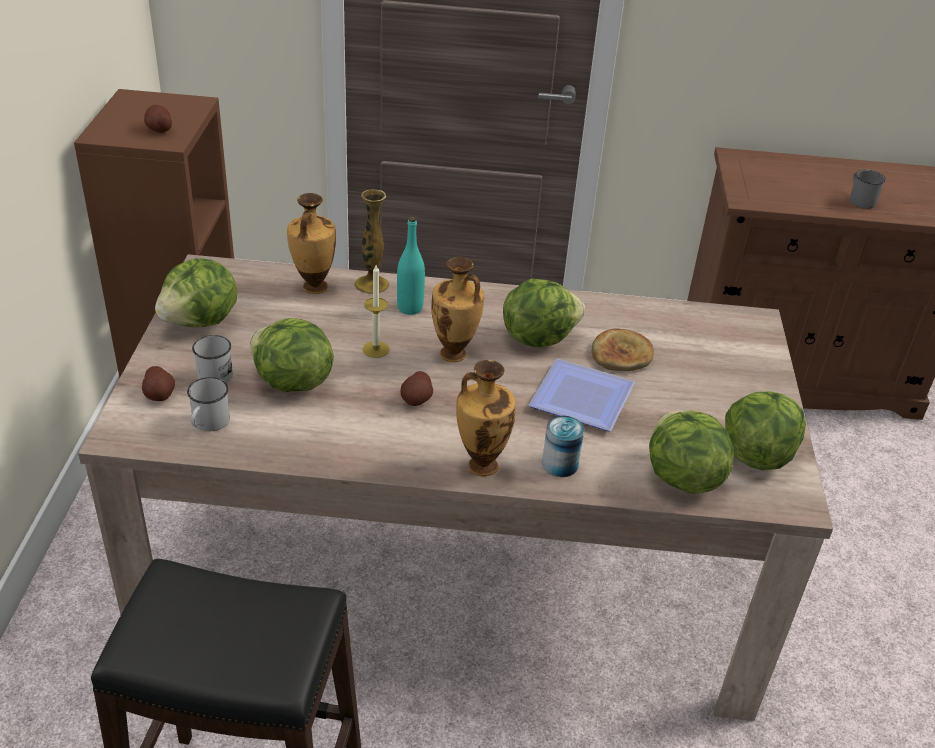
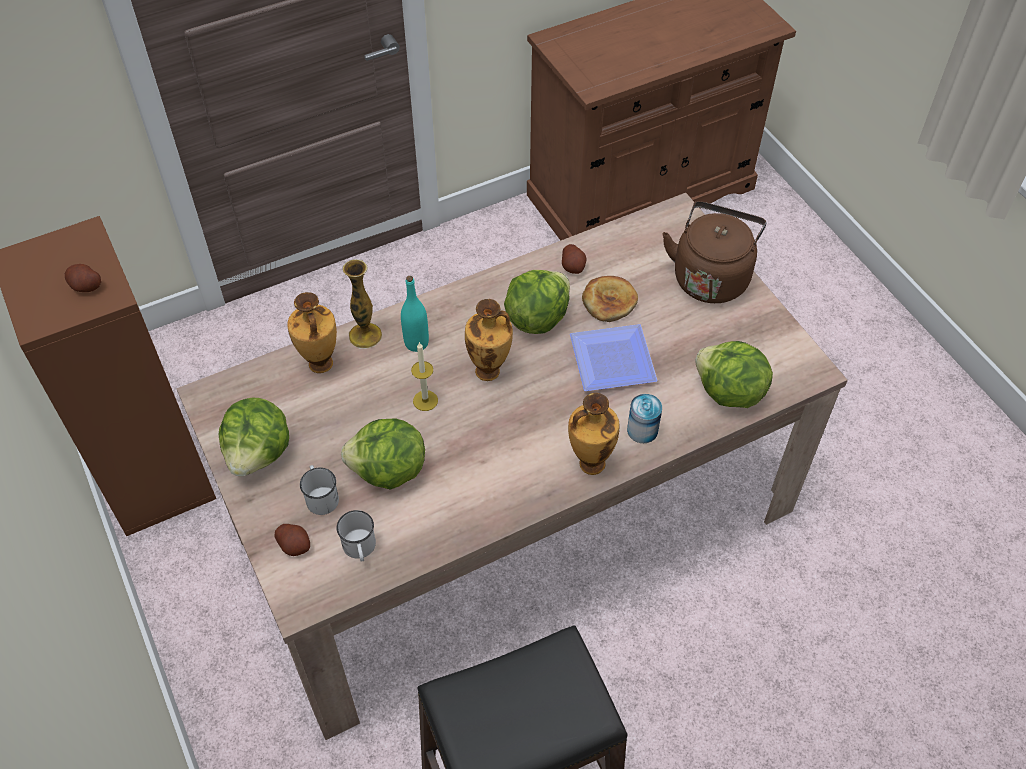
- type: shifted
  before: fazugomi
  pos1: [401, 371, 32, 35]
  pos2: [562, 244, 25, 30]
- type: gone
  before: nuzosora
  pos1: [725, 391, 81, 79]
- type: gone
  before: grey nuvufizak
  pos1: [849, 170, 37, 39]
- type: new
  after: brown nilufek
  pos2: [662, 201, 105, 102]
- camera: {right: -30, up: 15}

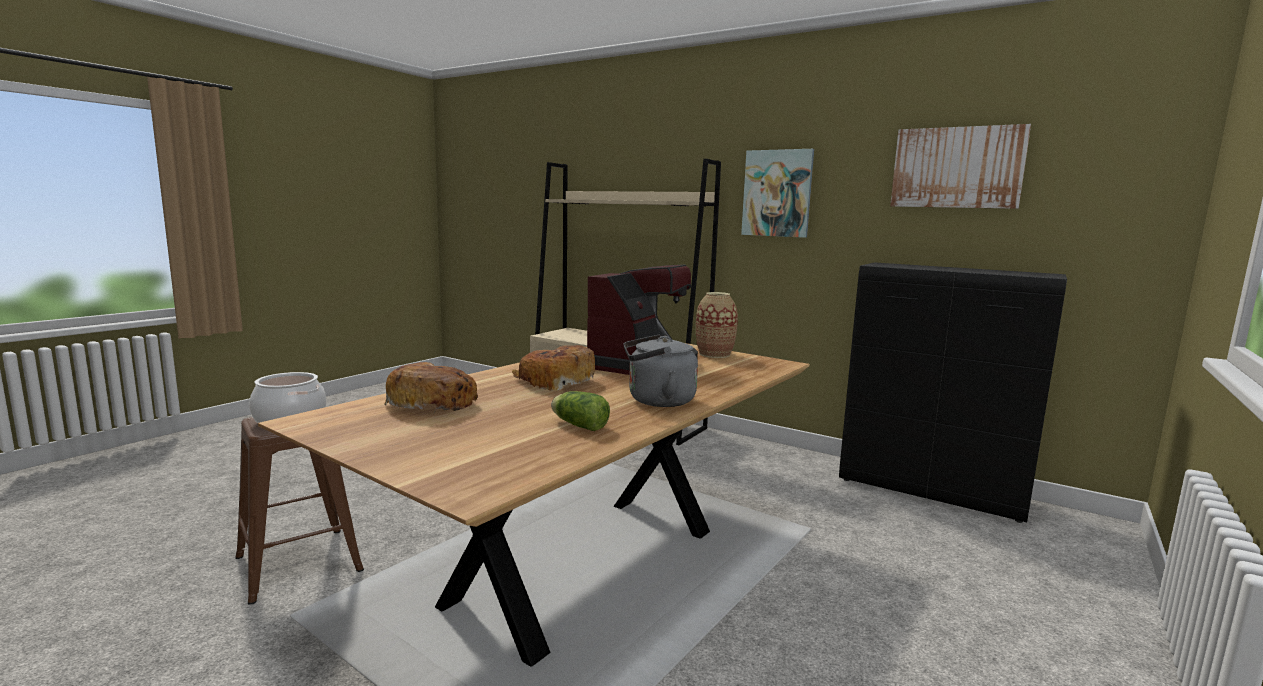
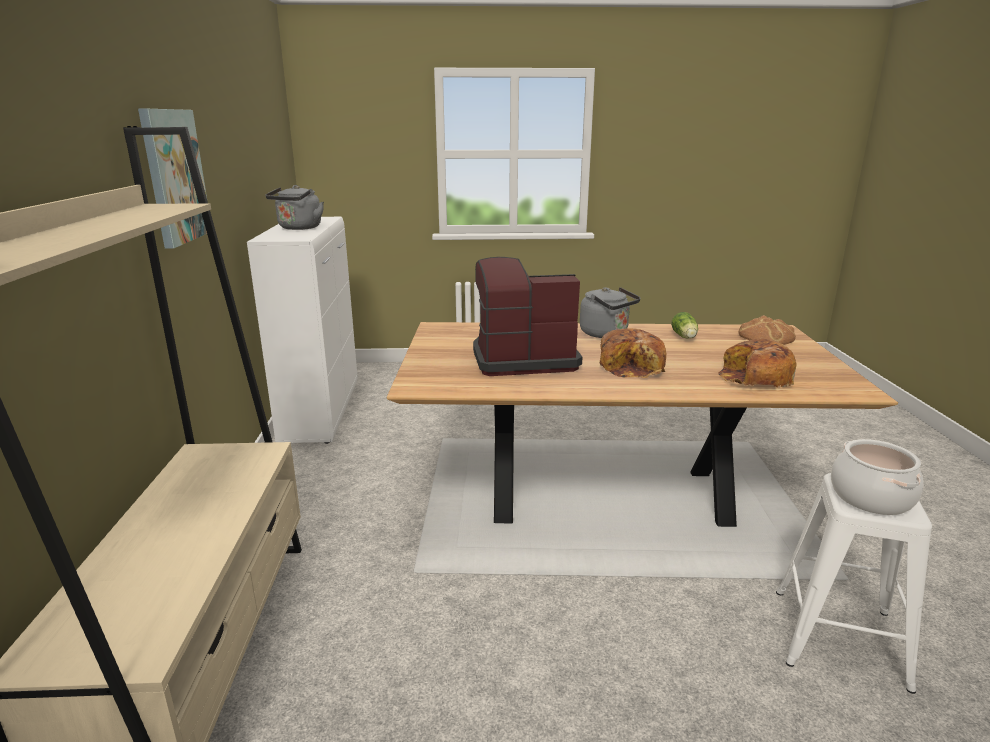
- type: repainted
  before: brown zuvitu
  after: white zuvitu
  pos1: [235, 417, 129, 188]
  pos2: [776, 473, 156, 221]
- type: gone
  before: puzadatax
  pos1: [696, 292, 42, 66]
- type: repainted
  before: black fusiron
  after: white fusiron
  pos1: [839, 262, 228, 261]
  pos2: [247, 217, 110, 227]
- type: gone
  before: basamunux
  pos1: [890, 124, 141, 85]
- type: new
  after: grey nilufek
  pos2: [266, 185, 58, 45]
- type: new
  after: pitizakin
  pos2: [739, 315, 57, 30]
- camera: {right: -125, up: 10}

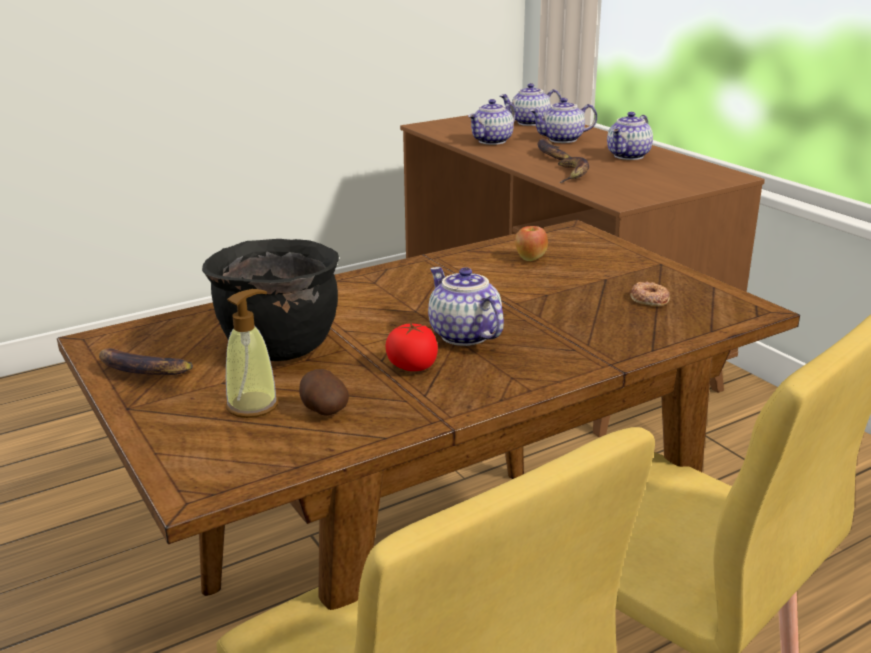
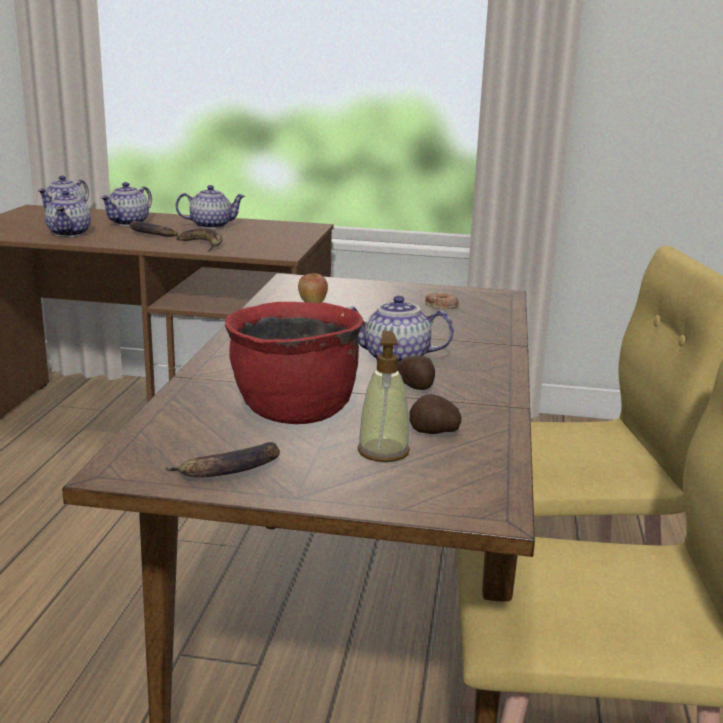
- type: repainted
  before: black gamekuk
  after: red gamekuk
  pos1: [202, 239, 137, 122]
  pos2: [225, 302, 138, 122]
- type: swapped
  before: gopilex
  after: fazugomi
  pos1: [385, 323, 53, 48]
  pos2: [397, 355, 38, 35]
- type: rotated
  before: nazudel
  pos1: [607, 112, 46, 48]
  pos2: [175, 185, 70, 44]
  turn: -90
- camera: {right: -50, up: -5}

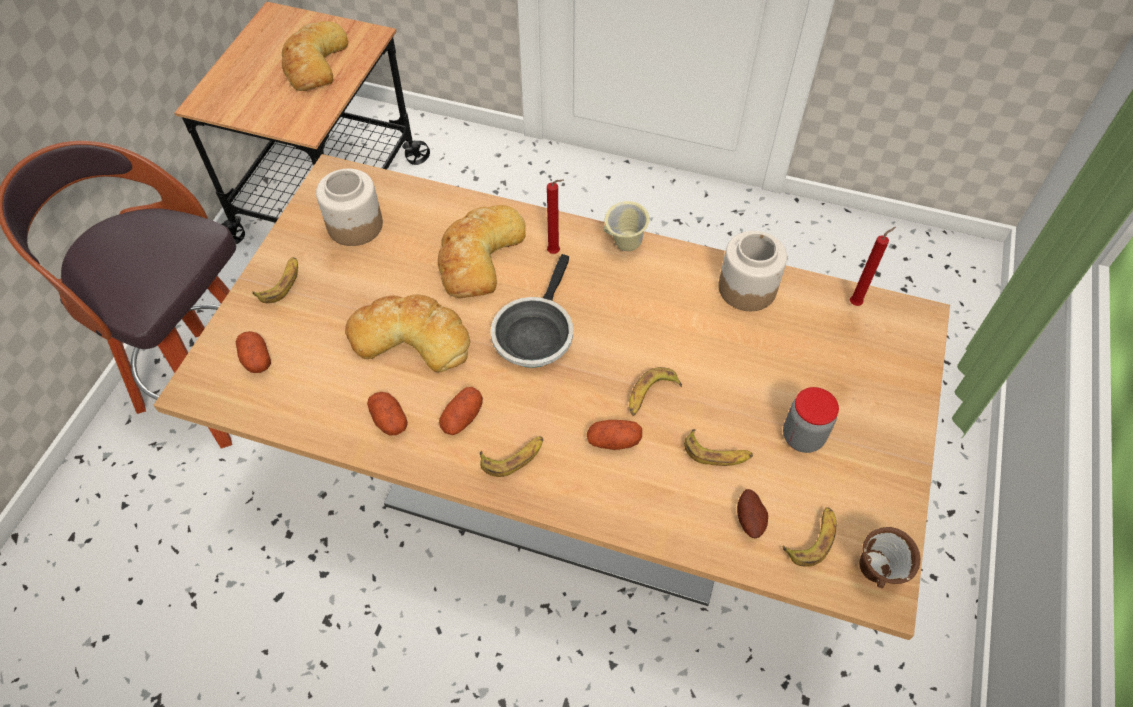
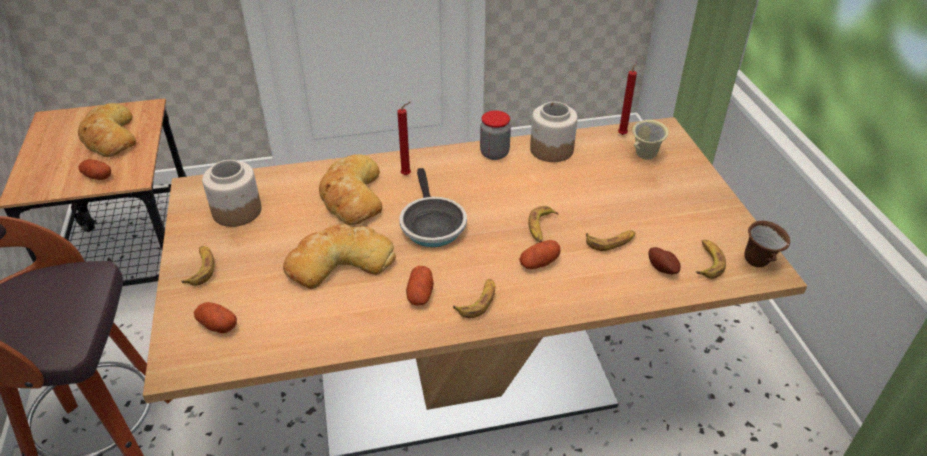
- type: shifted
  before: fazugomi
  pos1: [367, 392, 41, 44]
  pos2: [78, 159, 33, 21]
- type: shifted
  before: beige nuvufizak
  pos1: [604, 201, 46, 50]
  pos2: [633, 120, 36, 40]
- type: shifted
  before: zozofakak
  pos1: [783, 387, 56, 66]
  pos2: [480, 111, 31, 49]
- camera: {right: -30, up: -15}

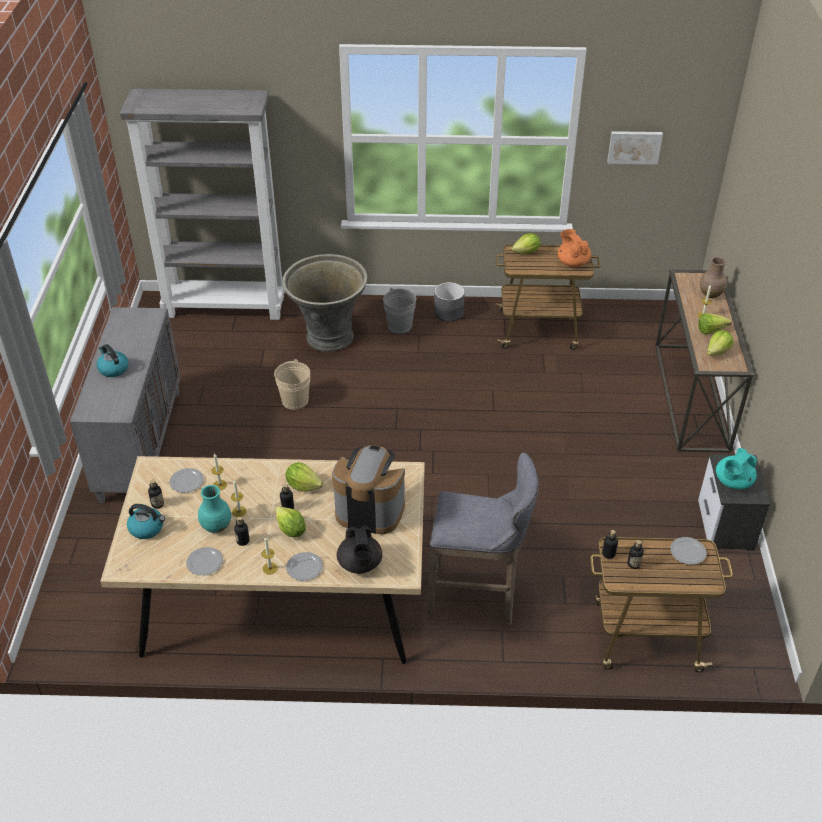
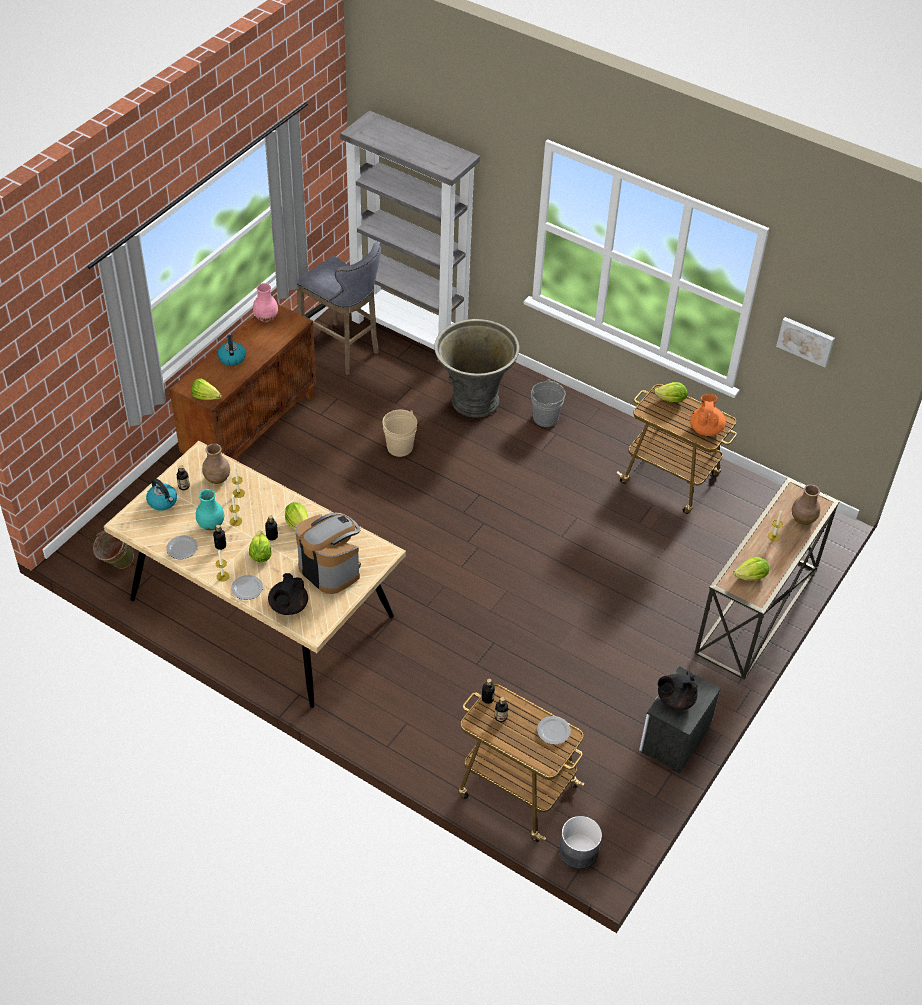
- type: repainted
  before: grey fusiron
  after: brown fusiron
  pos1: [70, 307, 111, 196]
  pos2: [170, 304, 146, 156]
- type: swapped
  before: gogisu
  after: brown puzadatax
  pos1: [169, 468, 35, 25]
  pos2: [202, 443, 28, 41]
- type: shifted
  before: grey zuvitu
  pos1: [427, 453, 112, 173]
  pos2: [297, 242, 84, 133]
- type: shifted
  before: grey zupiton
  pos1: [434, 282, 31, 40]
  pos2: [559, 816, 43, 53]
- type: shifted
  before: nuzosora
  pos1: [698, 314, 34, 20]
  pos2: [191, 378, 31, 22]
- type: repainted
  before: turquoise nazudel
  after: black nazudel
  pos1: [716, 448, 41, 41]
  pos2: [658, 671, 40, 40]
- type: new
  after: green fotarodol
  pos2: [93, 530, 41, 39]
- type: new
  after: pink puzadatax
  pos2: [253, 283, 25, 39]
- camera: {right: 30, up: 5}

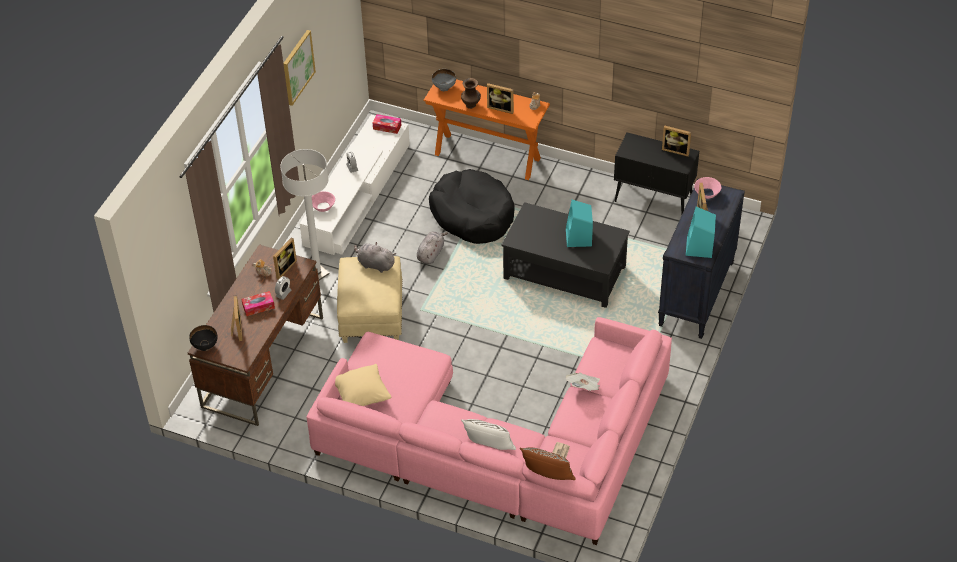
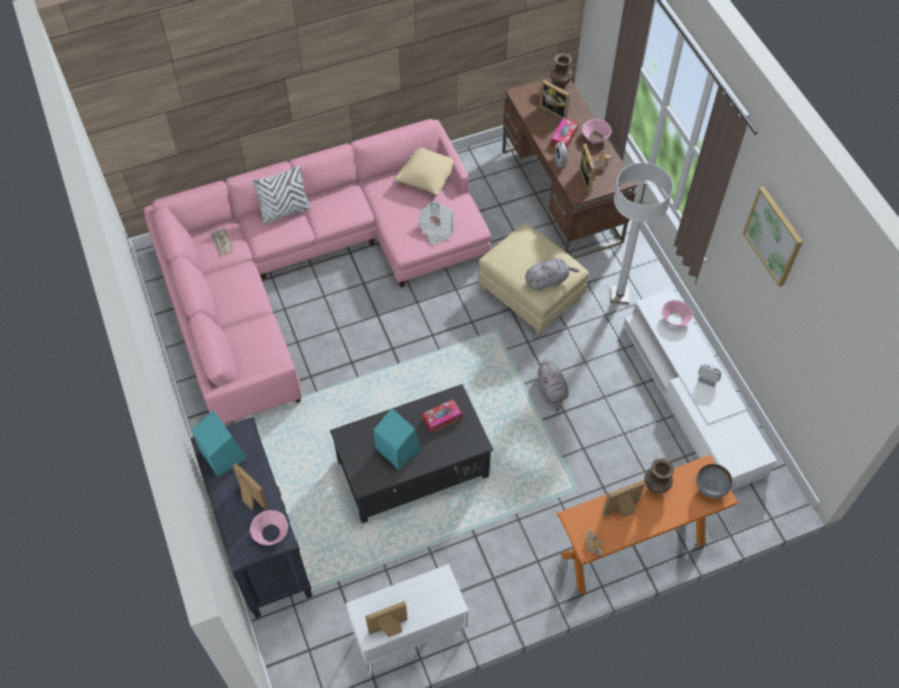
- type: swapped
  before: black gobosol
  after: brown puzadatax
  pos1: [189, 325, 29, 26]
  pos2: [550, 53, 22, 36]
- type: shifted
  before: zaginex
  pos1: [373, 114, 28, 20]
  pos2: [422, 399, 40, 34]
- type: gone
  before: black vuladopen
  pos1: [429, 169, 86, 75]
- type: gone
  before: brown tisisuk
  pos1: [520, 447, 56, 33]
- type: shifted
  before: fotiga
  pos1: [566, 372, 34, 19]
  pos2: [418, 201, 36, 44]
- type: repainted
  before: black fusiron
  after: white fusiron
  pos1: [614, 132, 85, 82]
  pos2: [345, 564, 124, 112]
- type: new
  after: pink gobosol
  pos2: [582, 119, 29, 25]
- camera: {right: 135, up: 10}

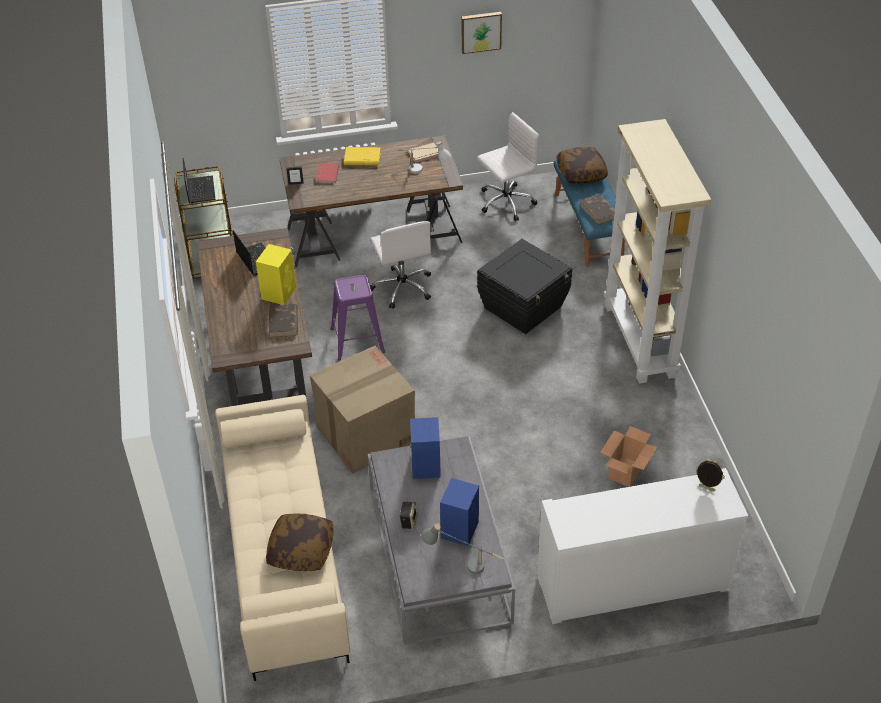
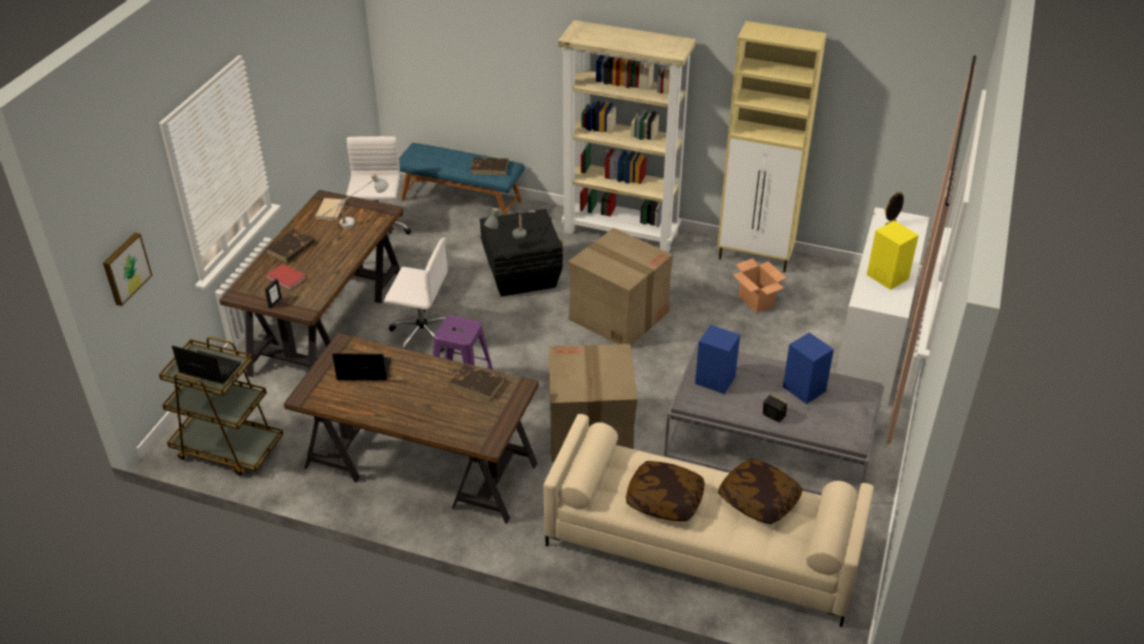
- type: shifted
  before: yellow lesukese
  pos1: [256, 244, 40, 61]
  pos2: [867, 221, 52, 69]
- type: repainted
  before: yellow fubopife
  after: brown fubopife
  pos1: [344, 147, 37, 19]
  pos2: [266, 229, 49, 33]
- type: shifted
  before: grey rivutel
  pos1: [421, 523, 83, 51]
  pos2: [484, 208, 51, 31]
- type: shifted
  before: basamunux
  pos1: [462, 12, 40, 42]
  pos2: [103, 233, 49, 73]
- type: shifted
  before: tisisuk
  pos1: [556, 147, 52, 37]
  pos2: [626, 461, 79, 60]
- type: new
  after: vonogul
  pos2: [568, 228, 105, 118]
- type: new
  after: beige fusiron
  pos2: [717, 21, 110, 251]
- camera: {right: -60, up: -5}

